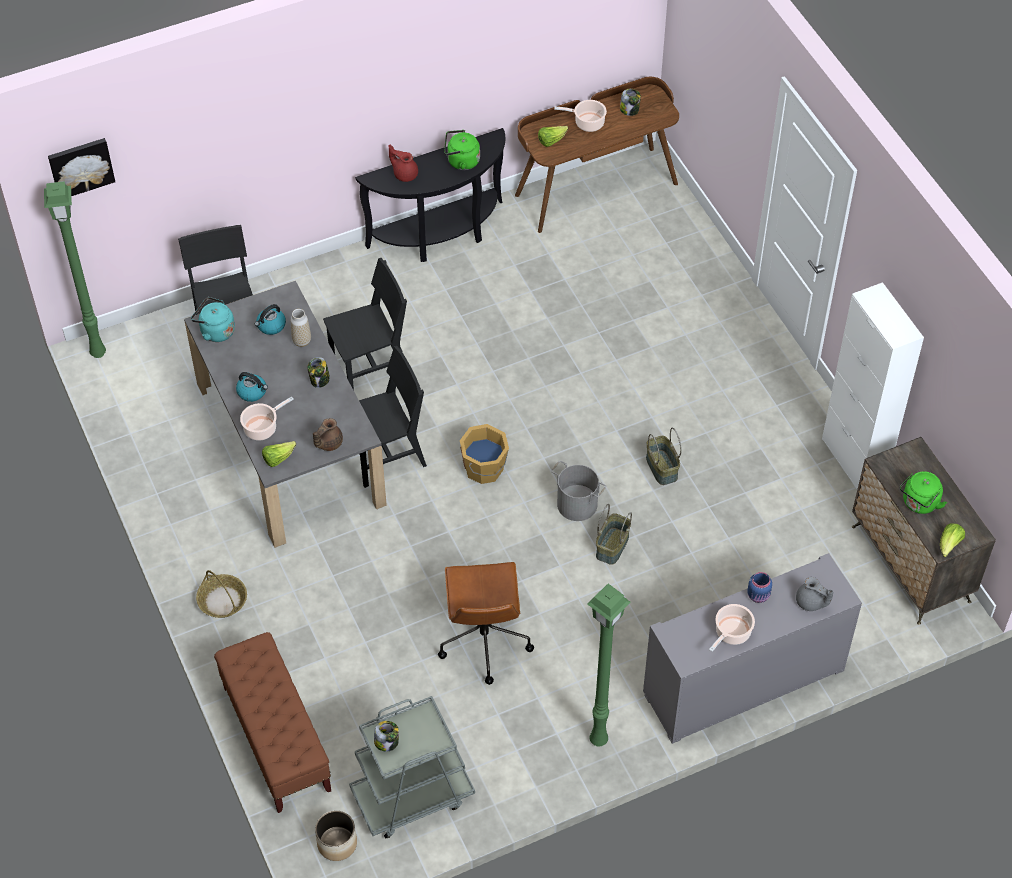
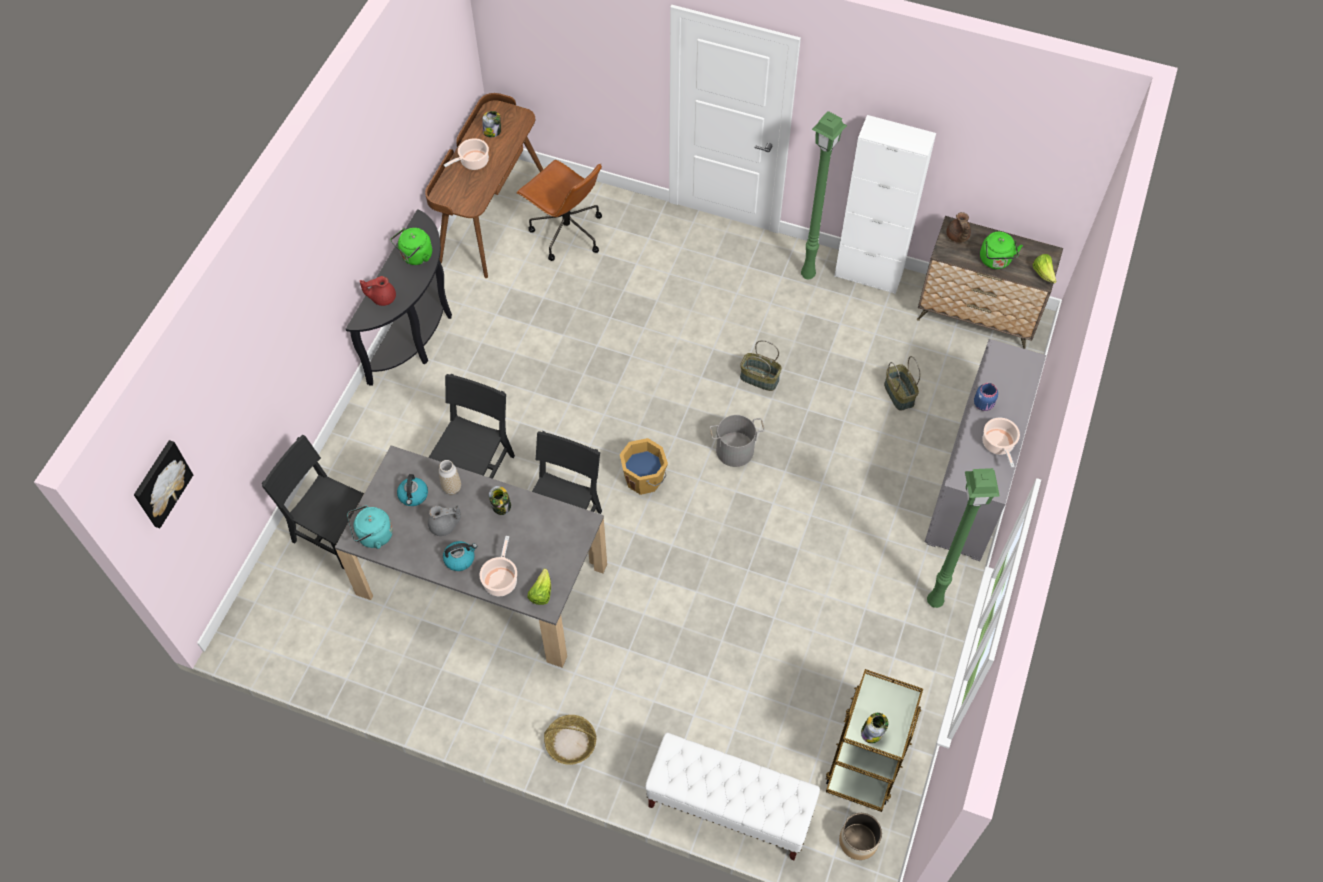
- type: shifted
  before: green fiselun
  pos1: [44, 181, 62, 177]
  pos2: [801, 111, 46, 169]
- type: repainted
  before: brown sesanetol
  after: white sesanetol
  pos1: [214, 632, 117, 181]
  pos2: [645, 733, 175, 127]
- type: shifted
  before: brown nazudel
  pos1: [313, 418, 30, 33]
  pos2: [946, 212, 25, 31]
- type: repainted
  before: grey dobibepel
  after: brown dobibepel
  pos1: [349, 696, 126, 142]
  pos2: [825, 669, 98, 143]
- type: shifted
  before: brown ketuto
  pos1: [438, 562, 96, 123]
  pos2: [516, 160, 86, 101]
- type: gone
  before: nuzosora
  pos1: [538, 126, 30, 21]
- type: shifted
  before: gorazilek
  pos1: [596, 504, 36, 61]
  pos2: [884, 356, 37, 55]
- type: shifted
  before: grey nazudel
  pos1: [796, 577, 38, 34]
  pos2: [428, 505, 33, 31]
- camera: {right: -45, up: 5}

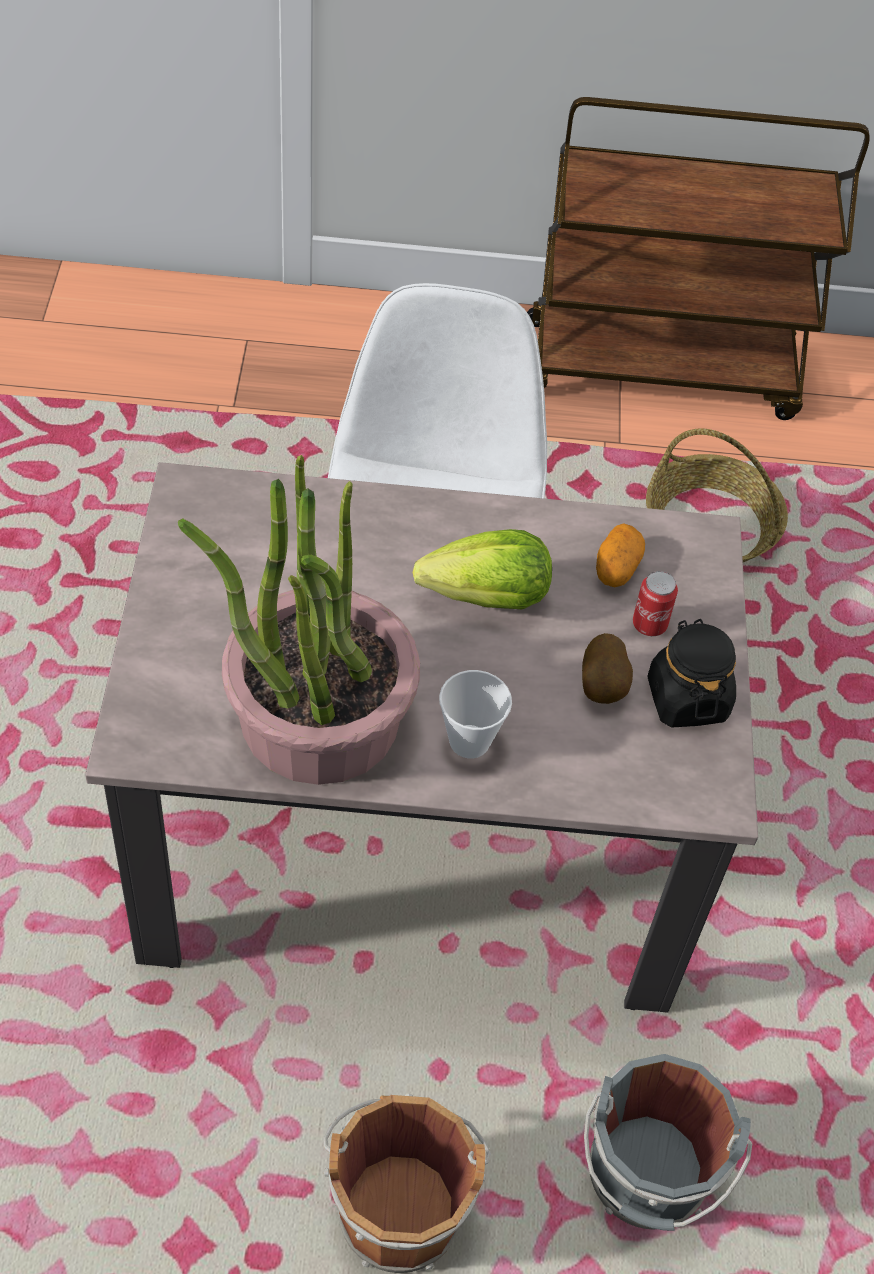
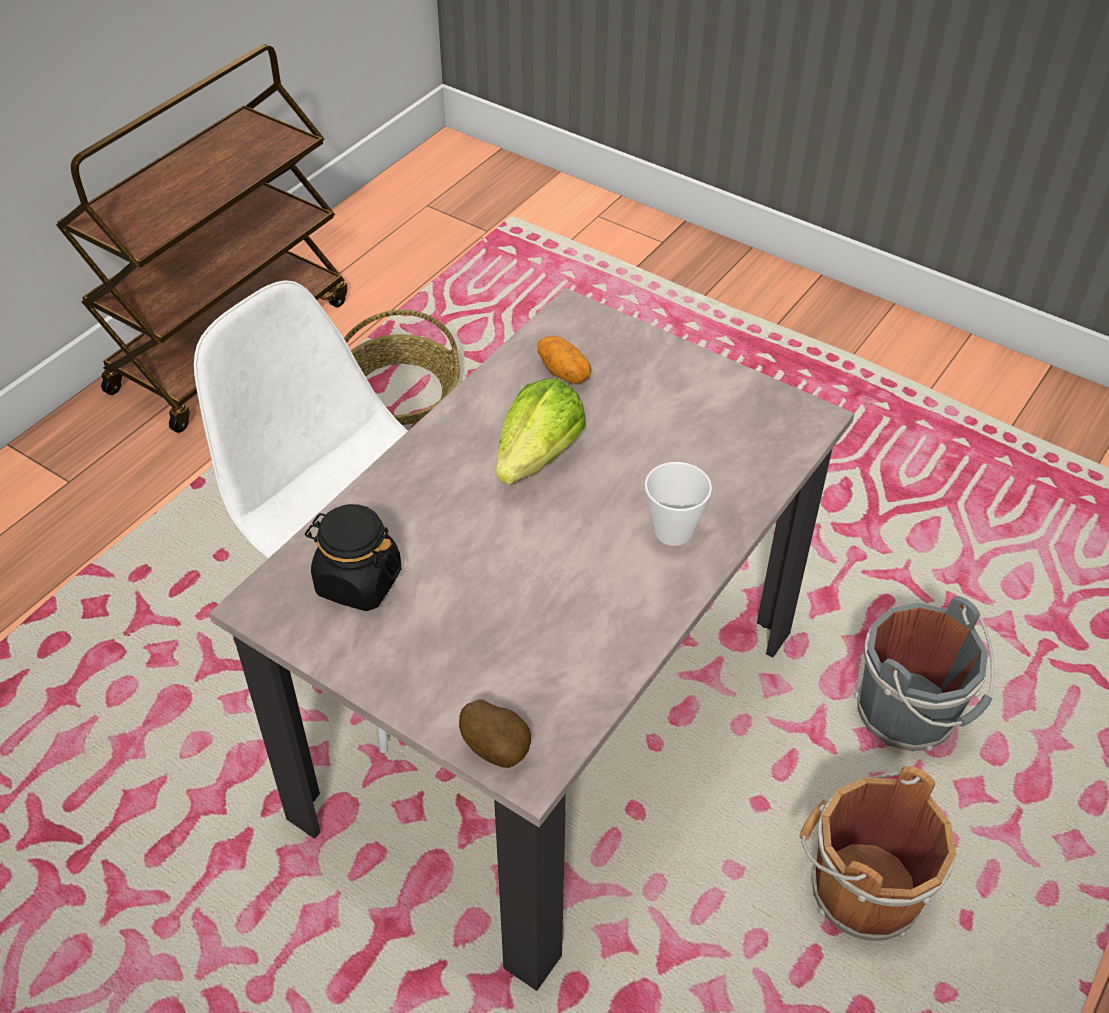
- type: gone
  before: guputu
  pos1: [178, 455, 242, 330]
- type: shifted
  before: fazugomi
  pos1: [582, 633, 51, 71]
  pos2: [459, 700, 72, 68]
- type: gone
  before: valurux
  pos1: [633, 571, 45, 65]
- type: shifted
  before: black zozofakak
  pos1: [648, 619, 88, 109]
  pos2: [305, 504, 97, 107]
- camera: {right: -55, up: -5}

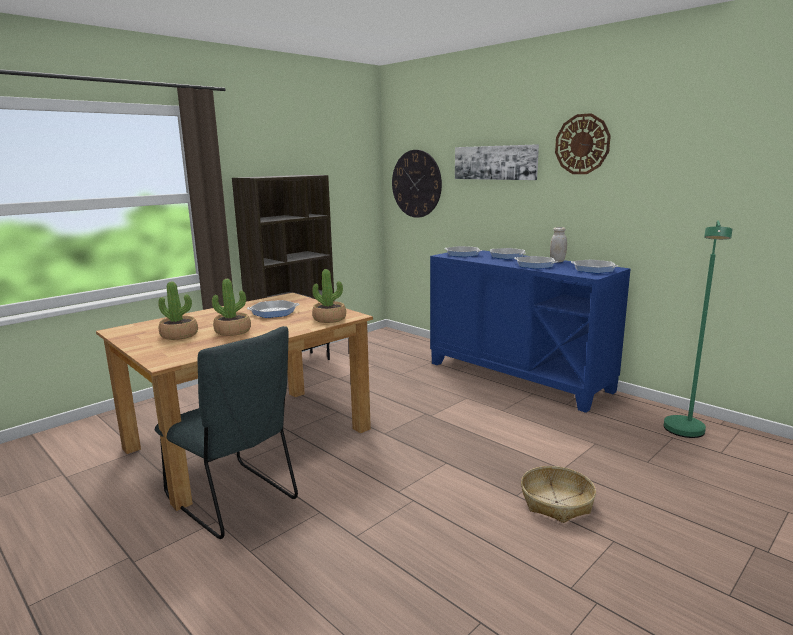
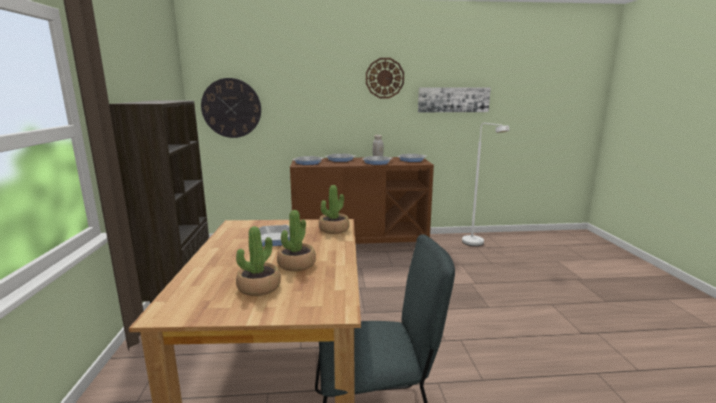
- type: repainted
  before: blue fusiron
  after: brown fusiron
  pos1: [430, 250, 201, 163]
  pos2: [290, 157, 144, 87]
- type: shifted
  before: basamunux
  pos1: [455, 144, 84, 36]
  pos2: [418, 87, 73, 25]
- type: gone
  before: gorazilek
  pos1: [521, 466, 75, 57]
- type: repainted
  before: green fiselun
  after: white fiselun
  pos1: [663, 220, 69, 218]
  pos2: [462, 123, 47, 123]
- camera: {right: -50, up: 0}

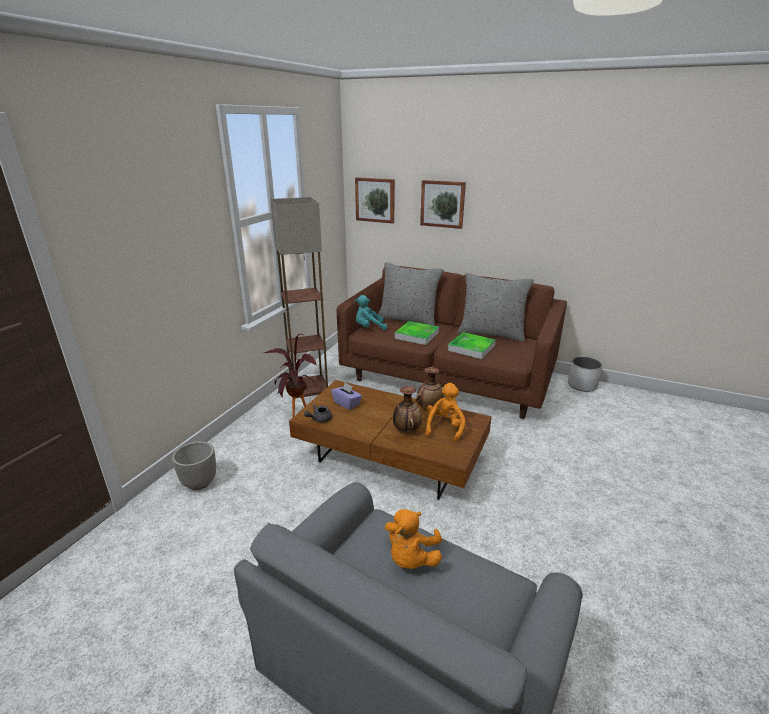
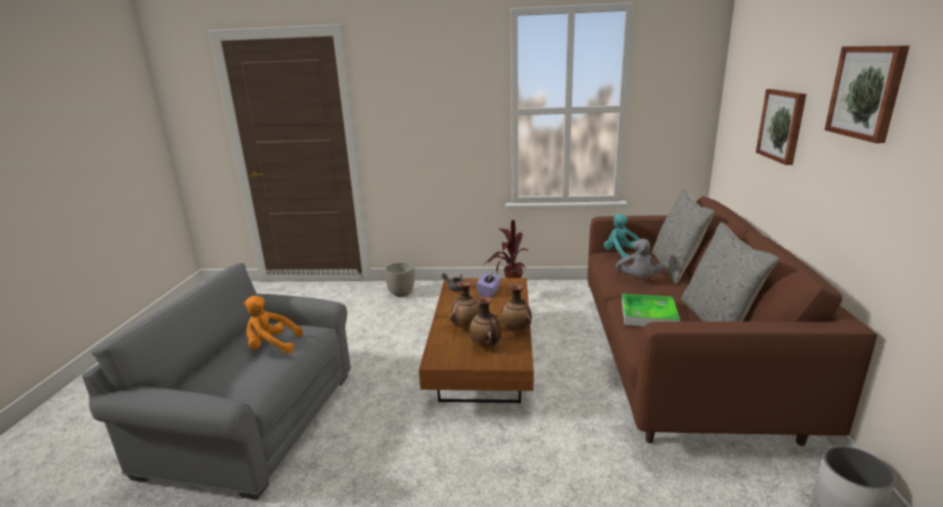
- type: gone
  before: fiselun
  pos1: [270, 197, 58, 201]
- type: shifted
  before: basamunux
  pos1: [355, 177, 40, 46]
  pos2: [825, 46, 85, 97]
- type: swapped
  before: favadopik
  after: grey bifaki
  pos1: [395, 321, 44, 24]
  pos2: [616, 239, 47, 39]
- type: swapped
  before: orange bifaki
  after: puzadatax
  pos1: [425, 383, 40, 59]
  pos2: [469, 296, 32, 51]
- camera: {right: 70, up: -5}

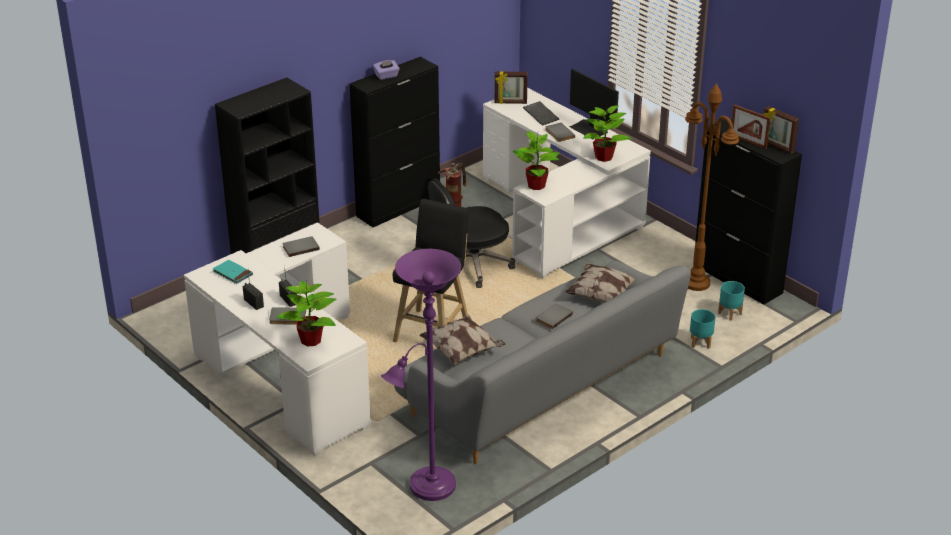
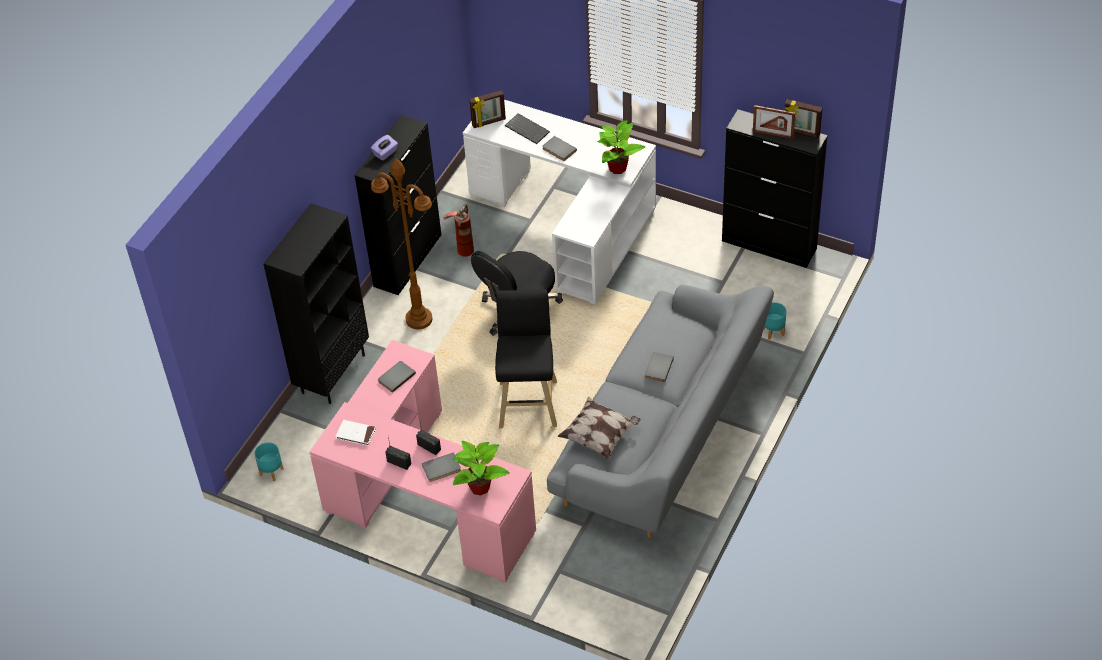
- type: repainted
  before: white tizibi
  after: pink tizibi
  pos1: [184, 222, 187, 235]
  pos2: [310, 340, 226, 243]
- type: repainted
  before: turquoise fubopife
  after: white fubopife
  pos1: [213, 260, 40, 24]
  pos2: [335, 420, 41, 26]
- type: gone
  before: purple fiselun
  pos1: [381, 249, 80, 252]
- type: gone
  before: guputu
  pos1: [513, 131, 47, 59]
- type: gone
  before: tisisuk
  pos1: [565, 263, 69, 39]
- type: gone
  before: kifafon
  pos1: [569, 68, 50, 72]
- type: shifted
  before: brown fiselun
  pos1: [685, 84, 54, 207]
  pos2: [371, 158, 61, 171]
- type: shifted
  before: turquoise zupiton
  pos1: [718, 281, 27, 40]
  pos2: [254, 442, 30, 39]
- camera: {right: -20, up: 15}

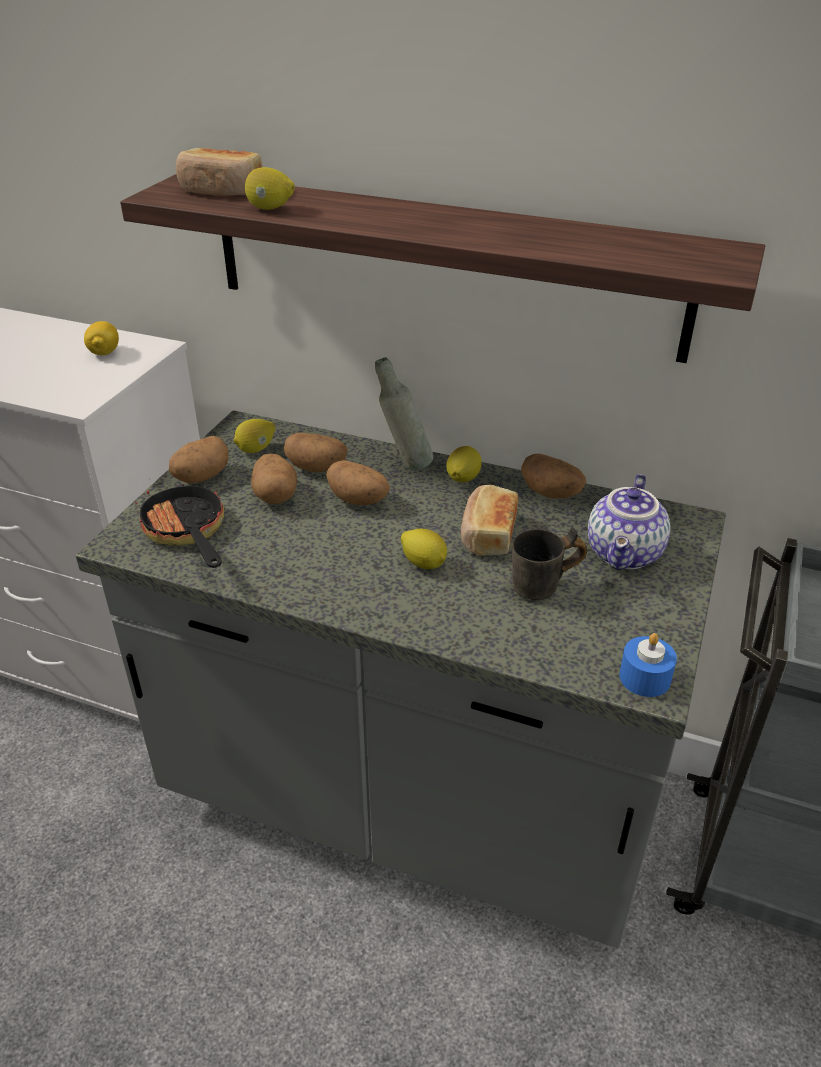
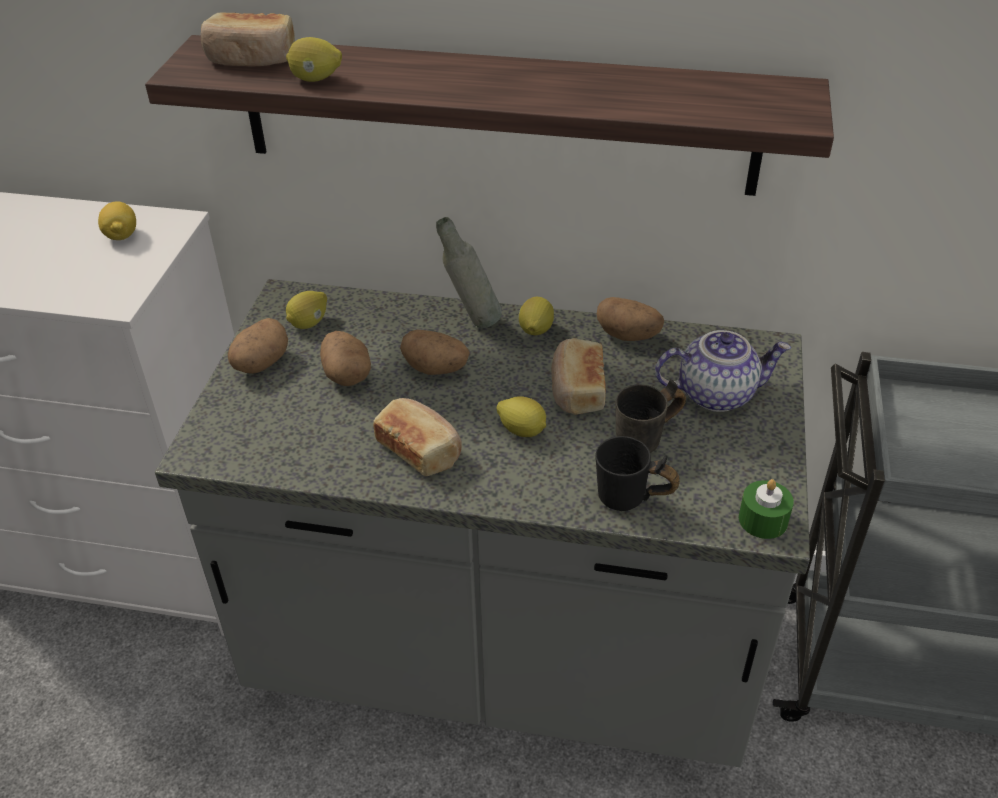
- type: gone
  before: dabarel
  pos1: [135, 484, 89, 84]
- type: gone
  before: fazugomi
  pos1: [284, 433, 64, 40]
- type: rotated
  before: nazudel
  pos1: [588, 474, 83, 96]
  pos2: [655, 330, 136, 82]
  turn: -105
- type: repainted
  before: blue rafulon
  after: green rafulon
  pos1: [619, 633, 58, 64]
  pos2: [739, 479, 55, 60]
- type: new
  after: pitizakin
  pos2: [373, 398, 89, 78]
- type: new
  after: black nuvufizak
  pos2: [595, 436, 85, 75]
- camera: {right: -10, up: 5}

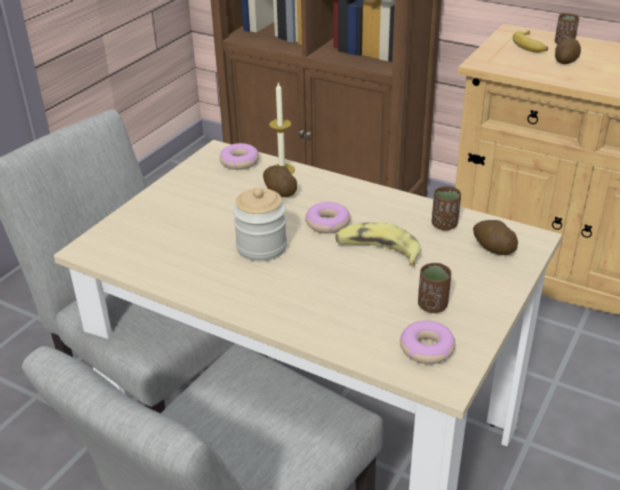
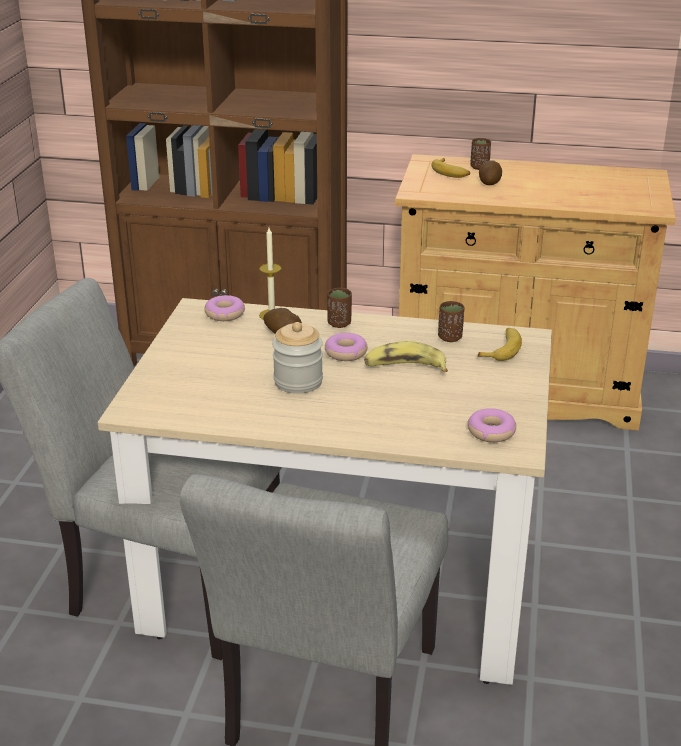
- type: shifted
  before: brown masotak
  pos1: [418, 263, 33, 50]
  pos2: [327, 288, 25, 40]
- type: swapped
  before: fazugomi
  after: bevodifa
  pos1: [473, 220, 45, 35]
  pos2: [477, 328, 45, 33]
- camera: {right: -20, up: -5}

